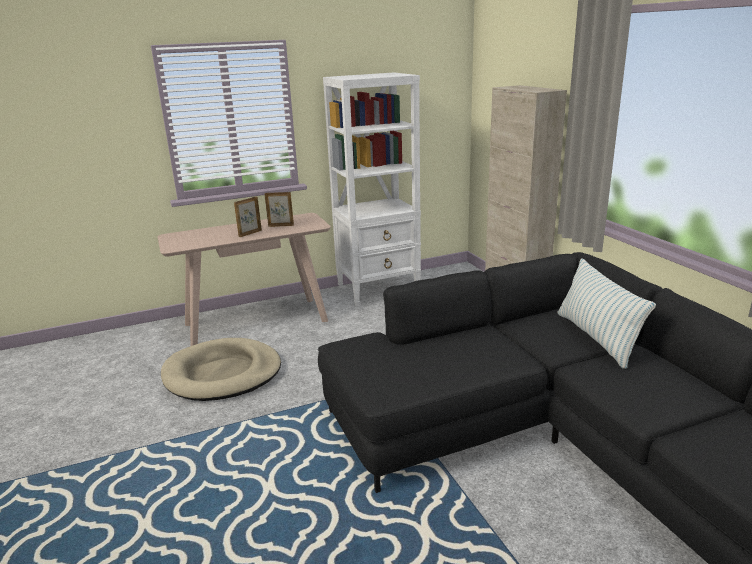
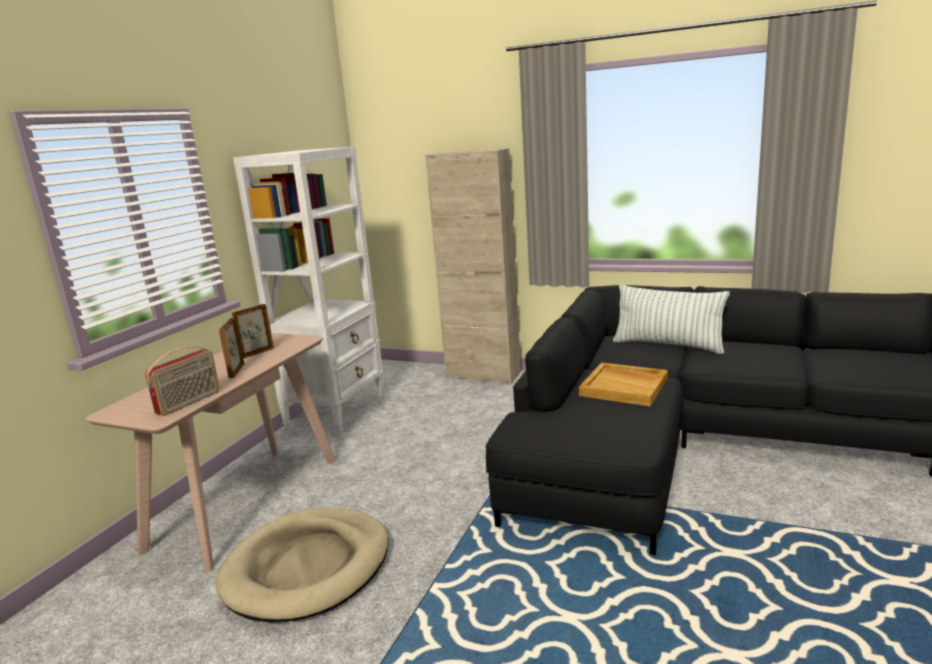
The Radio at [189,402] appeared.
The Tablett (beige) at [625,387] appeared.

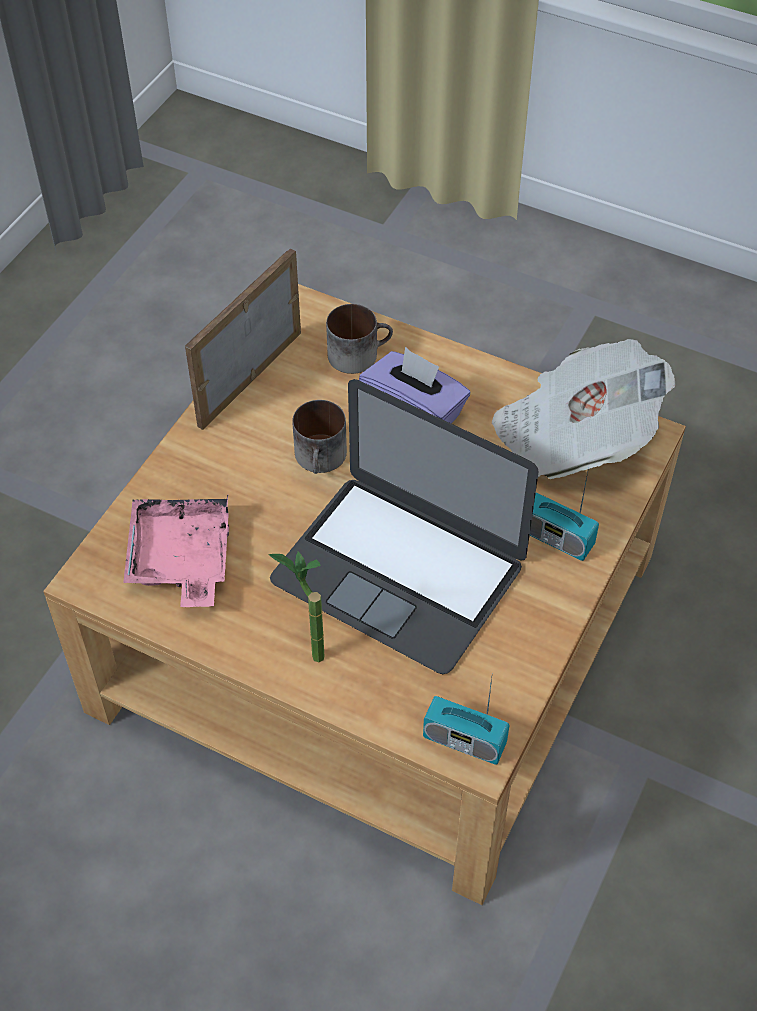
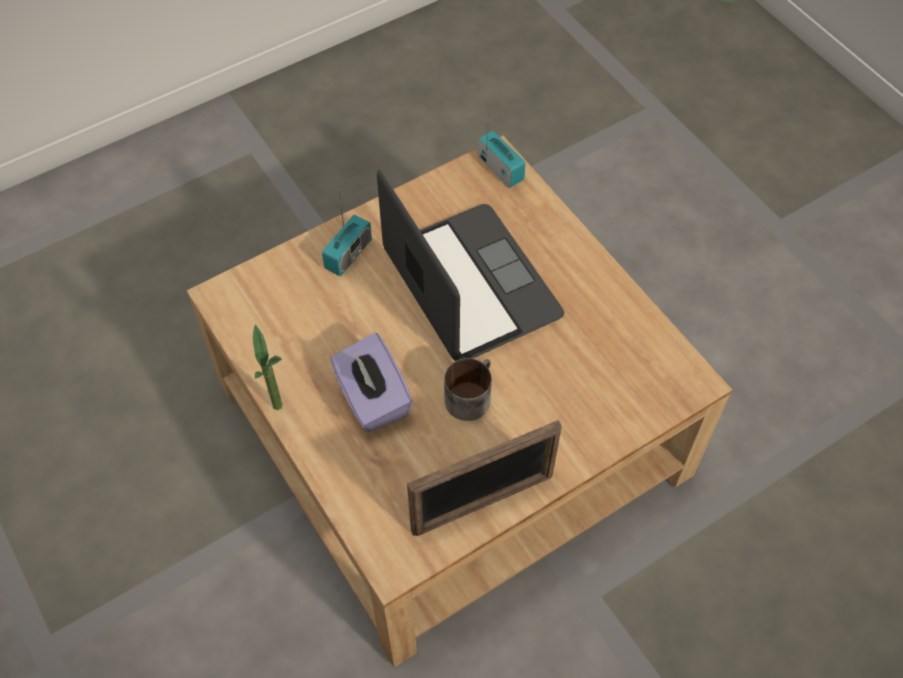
The Tablett (rosa) at [181,560] disappeared.
The Topfpflanze moved from [307,651] to [282,413].
The Henkelbecher at [358,353] disappeared.
The Zeitung at [574,438] disappeared.
The Radio at [556,538] turned 60 degrees clockwise.

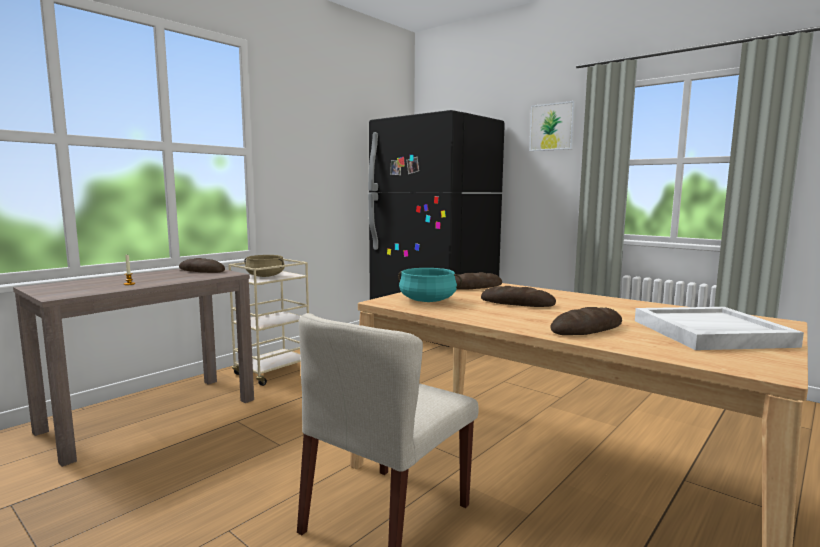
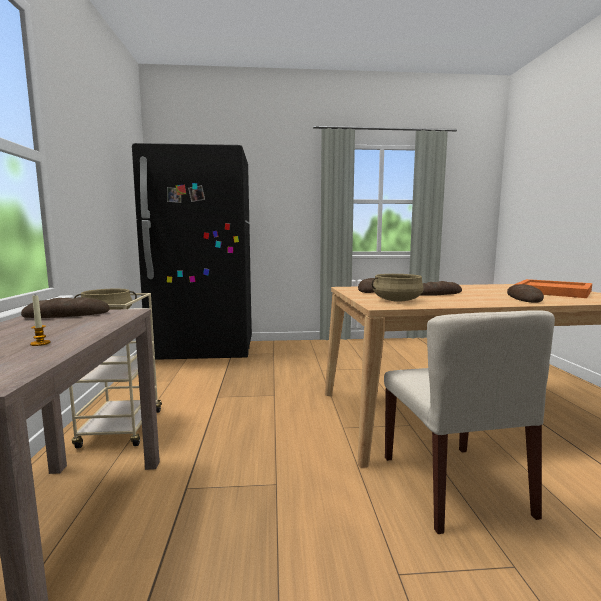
The Kochtopf (türkis) at [428,300] became the Kochtopf (beige) at [397,300].
The Bild at [552,127] disappeared.
The Tablett (weiß) at [710,333] became the Tablett (orange) at [553,292].

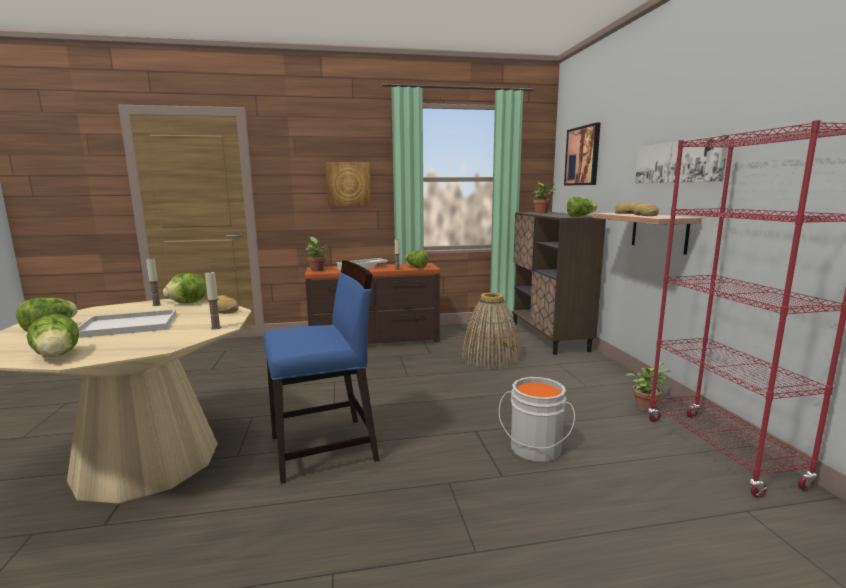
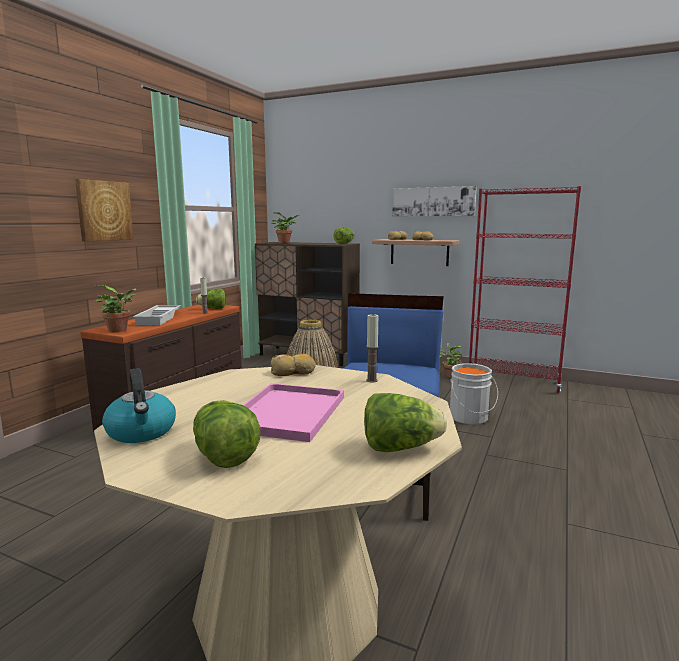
The Tablett (weiß) at [130,325] became the Tablett (rosa) at [287,412].
The Kerze at [156,305] disappeared.
The Salatkopf at [188,303] disappeared.
The Bild at [582,156] disappeared.
The Wasserkessel at [142,432] appeared.

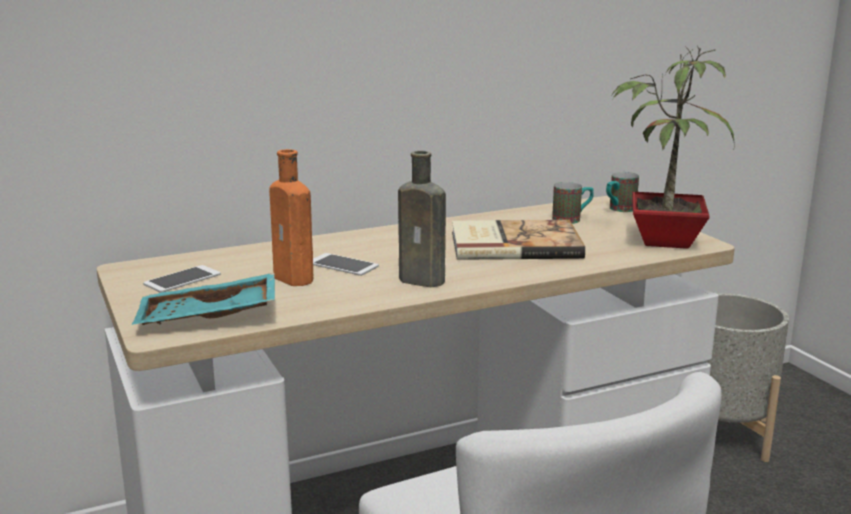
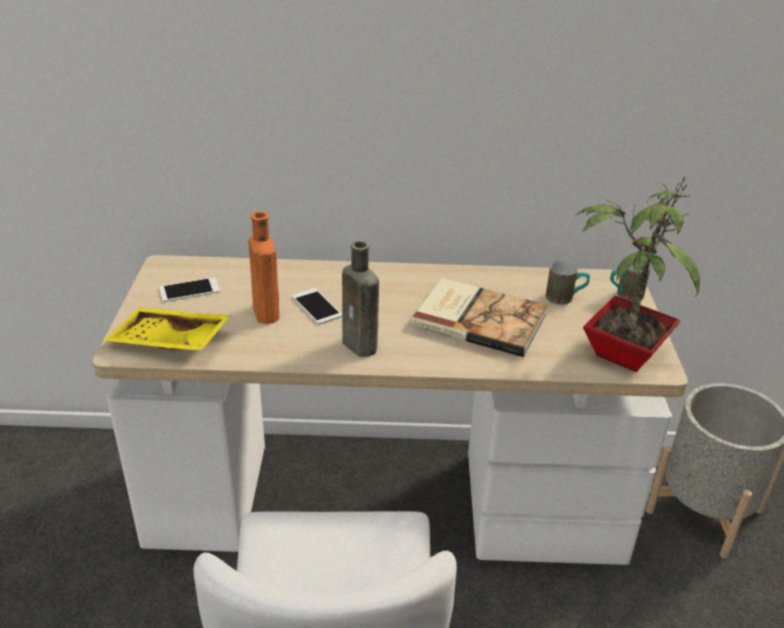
The Tablett (türkis) at [208,318] became the Tablett (gelb) at [169,342].

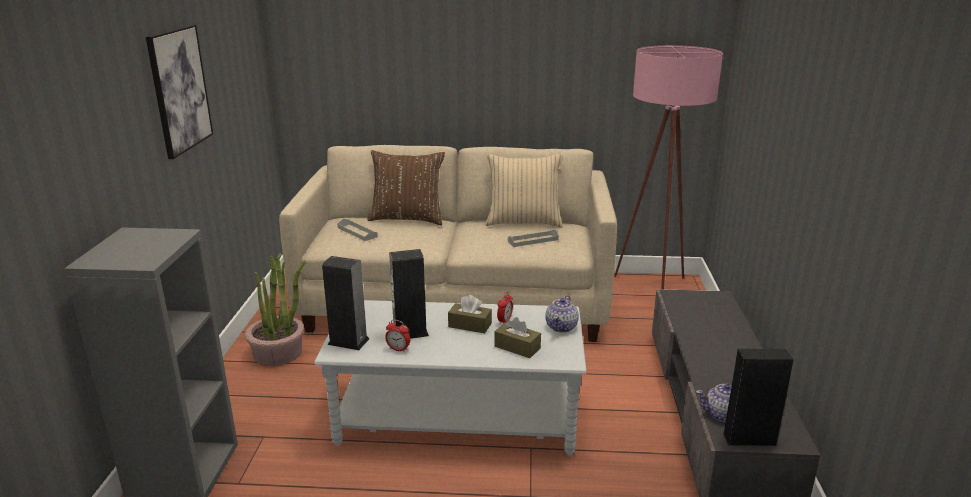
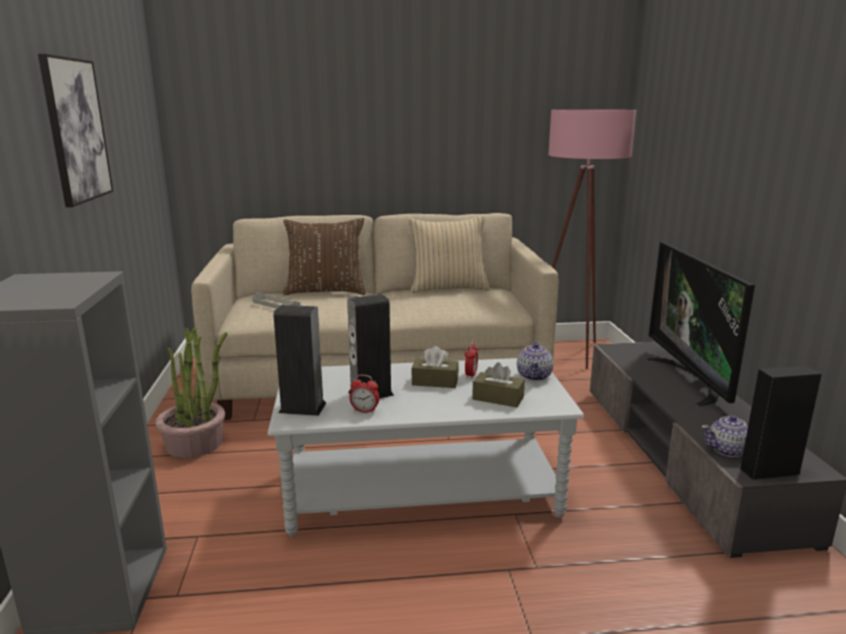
The Tablett (grau) at [533,240] disappeared.
The Fernseher at [691,380] appeared.

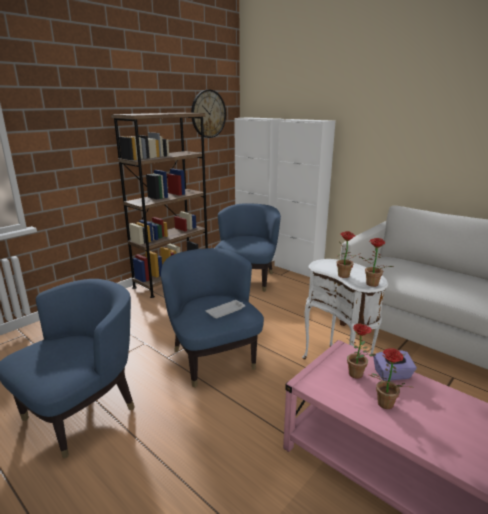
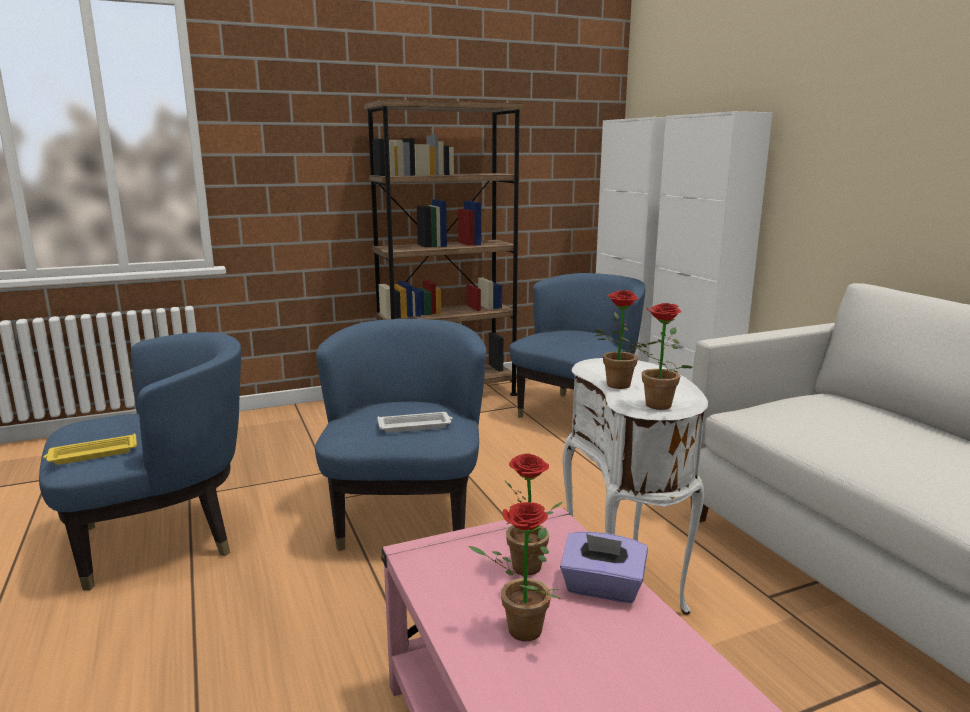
The Wanduhr at [208,114] disappeared.
The Tablett (gelb) at [92,454] appeared.

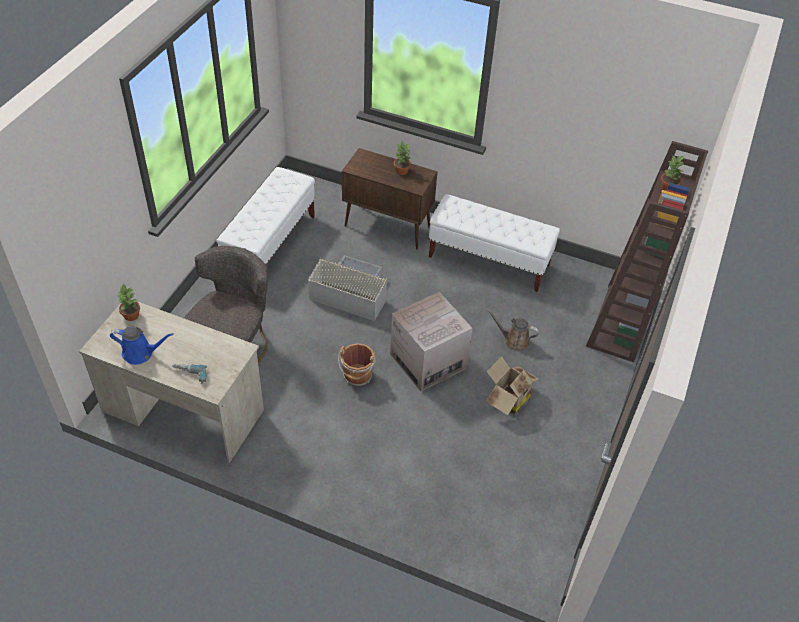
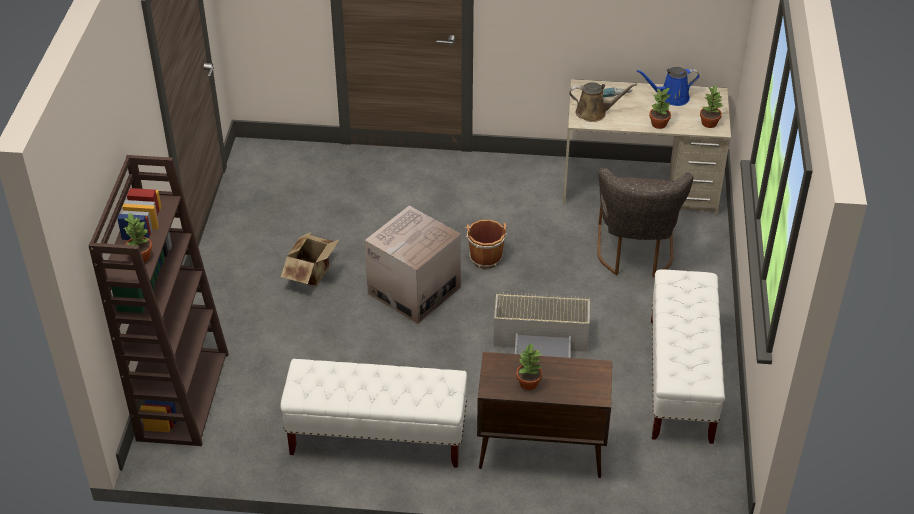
The Gießkanne (braun) moved from [514,340] to [594,113].
The Topfpflanze at [659,124] appeared.

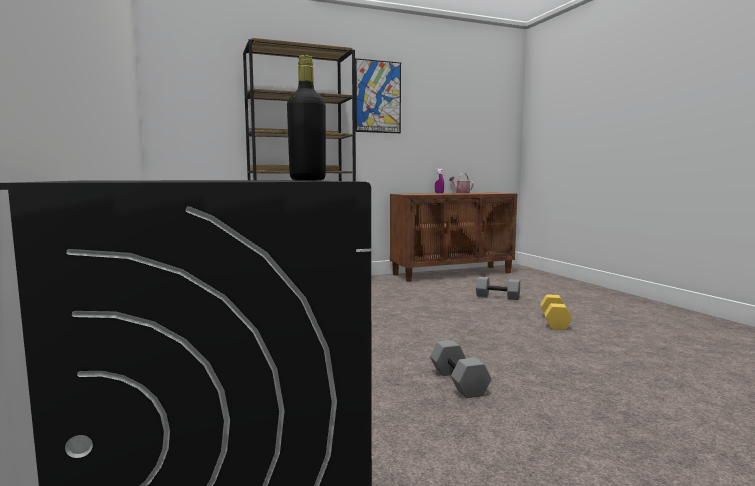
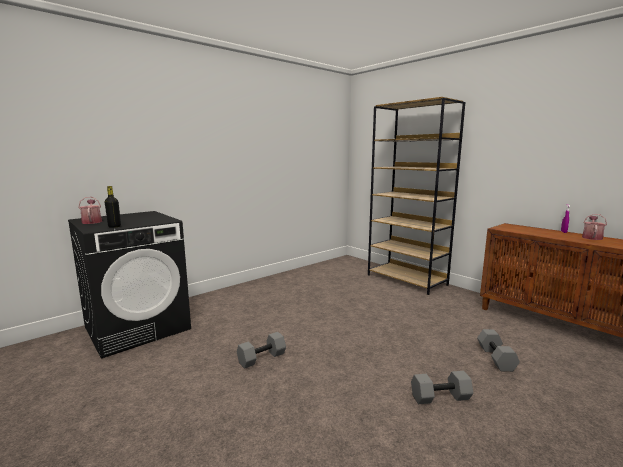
The Bild at [378,97] disappeared.
The Hantel (gelb) at [555,322] became the Hantel (grau) at [440,398].
The Gießkanne at [92,221] appeared.

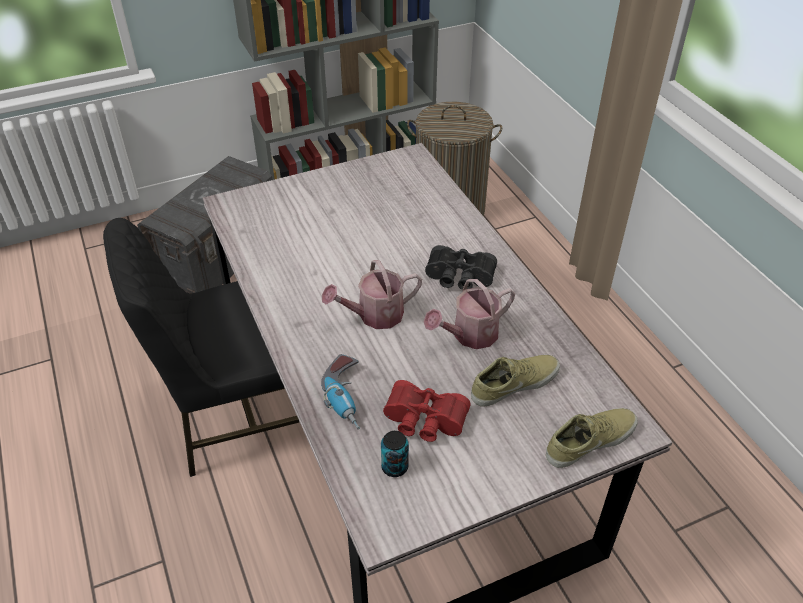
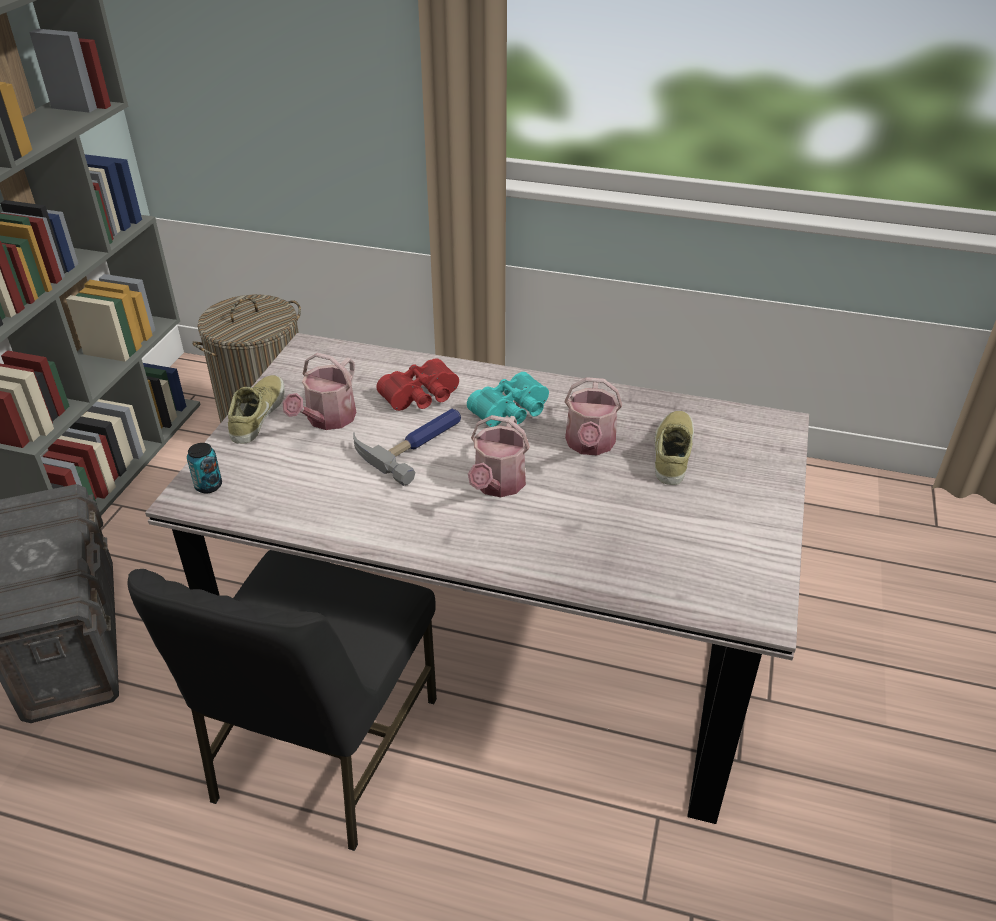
The Bohrmaschine at [348,398] disappeared.
The Dose moved from [394,467] to [208,486].
The Fernglas (rot) moved from [424,421] to [422,397].
The Fernglas (schwarz) at [459,278] became the Fernglas (türkis) at [513,412].
The Schuh (beige) moved from [589,440] to [256,414].
The Gießkanne at [327,420] appeared.
The Hammer at [414,443] appeared.

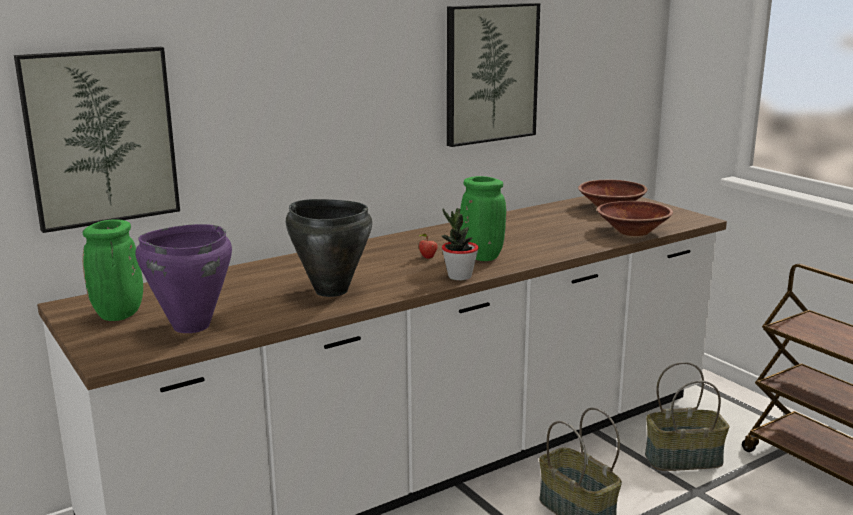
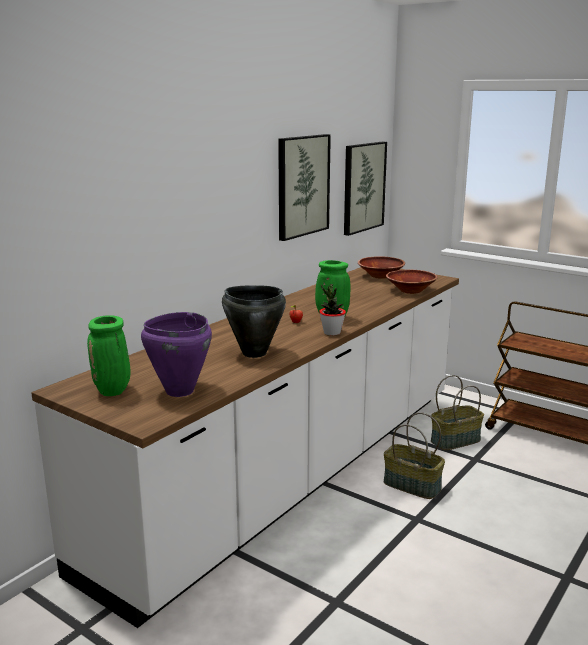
The Bild moved from [101,137] to [363,187].

